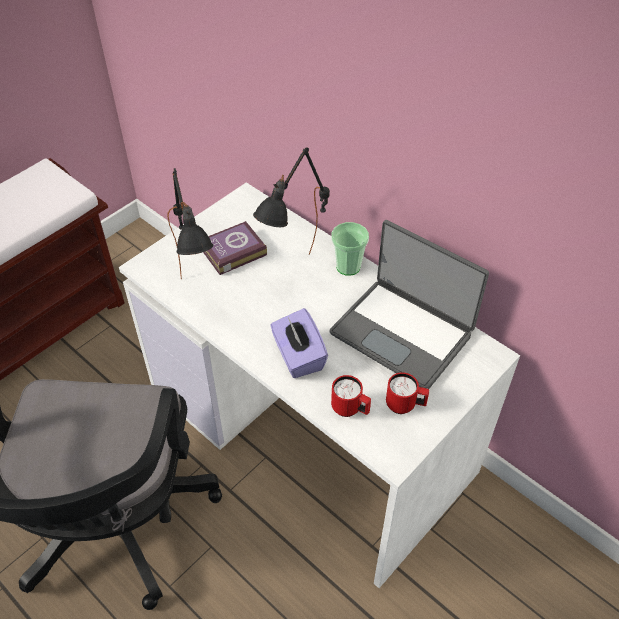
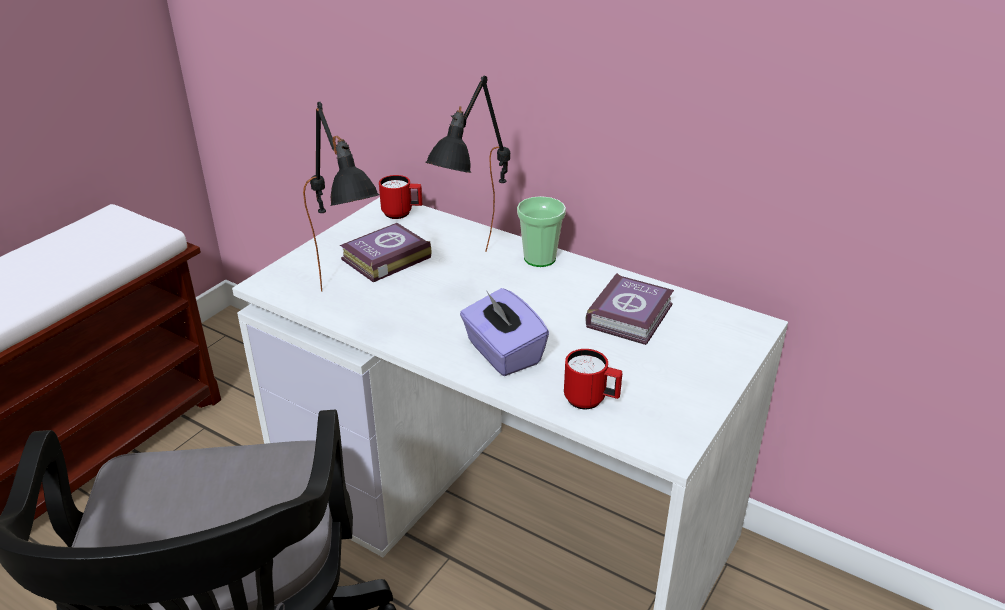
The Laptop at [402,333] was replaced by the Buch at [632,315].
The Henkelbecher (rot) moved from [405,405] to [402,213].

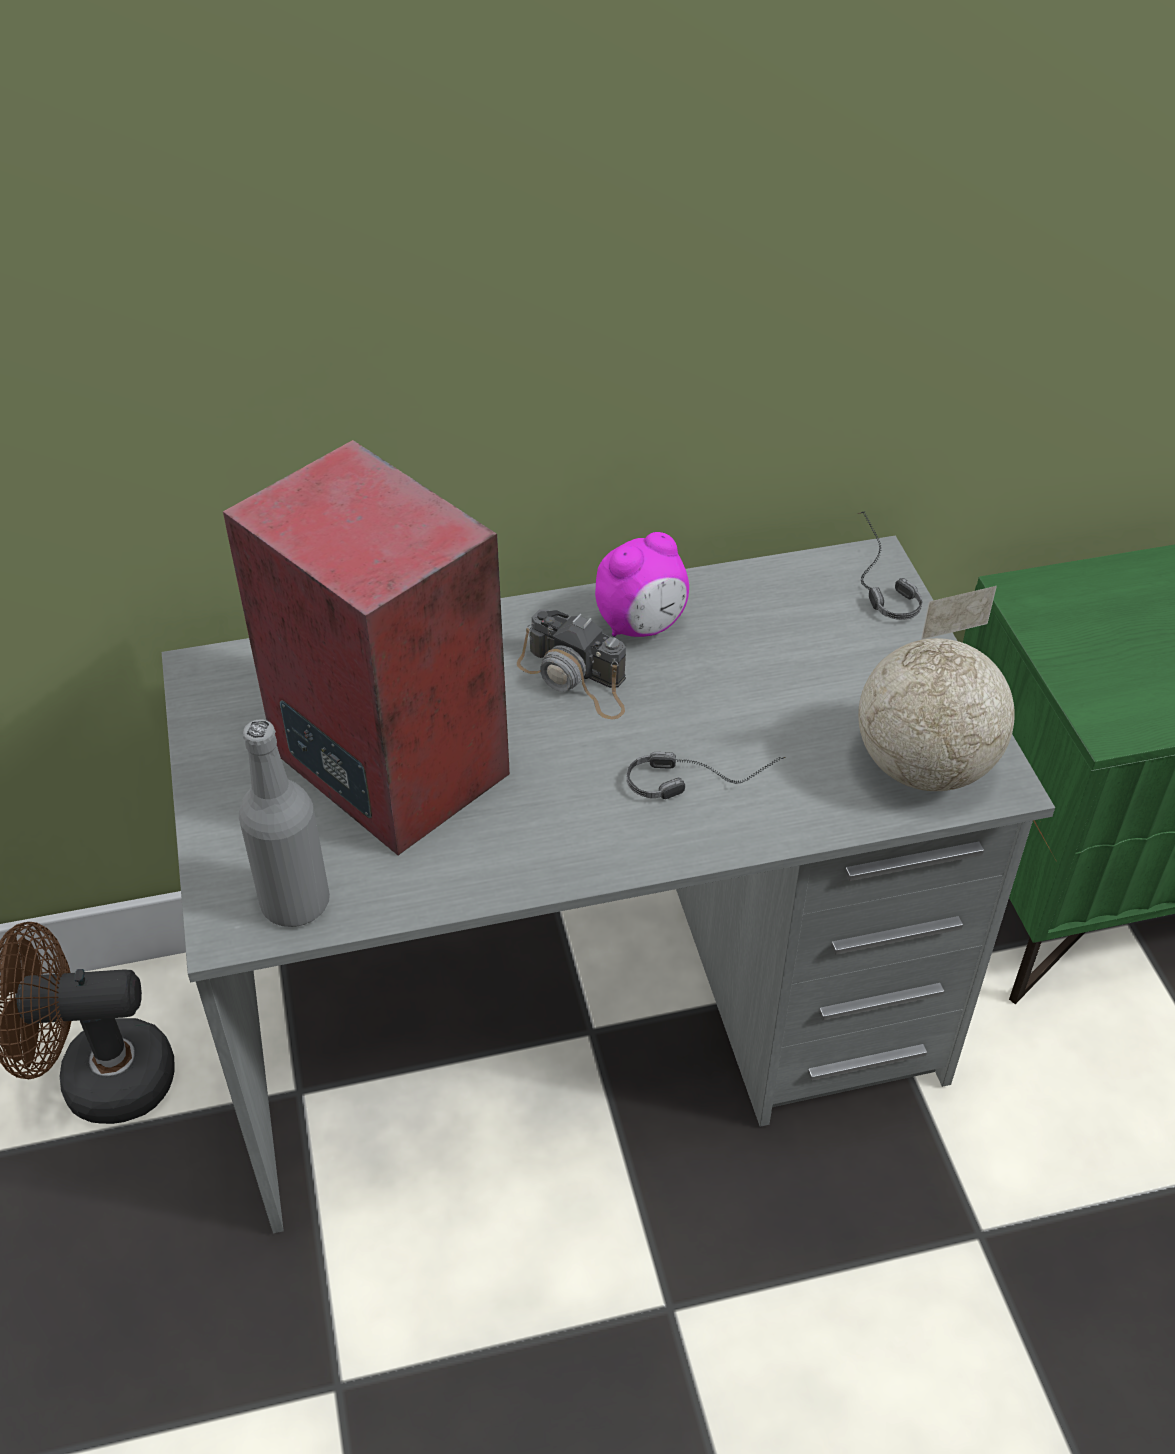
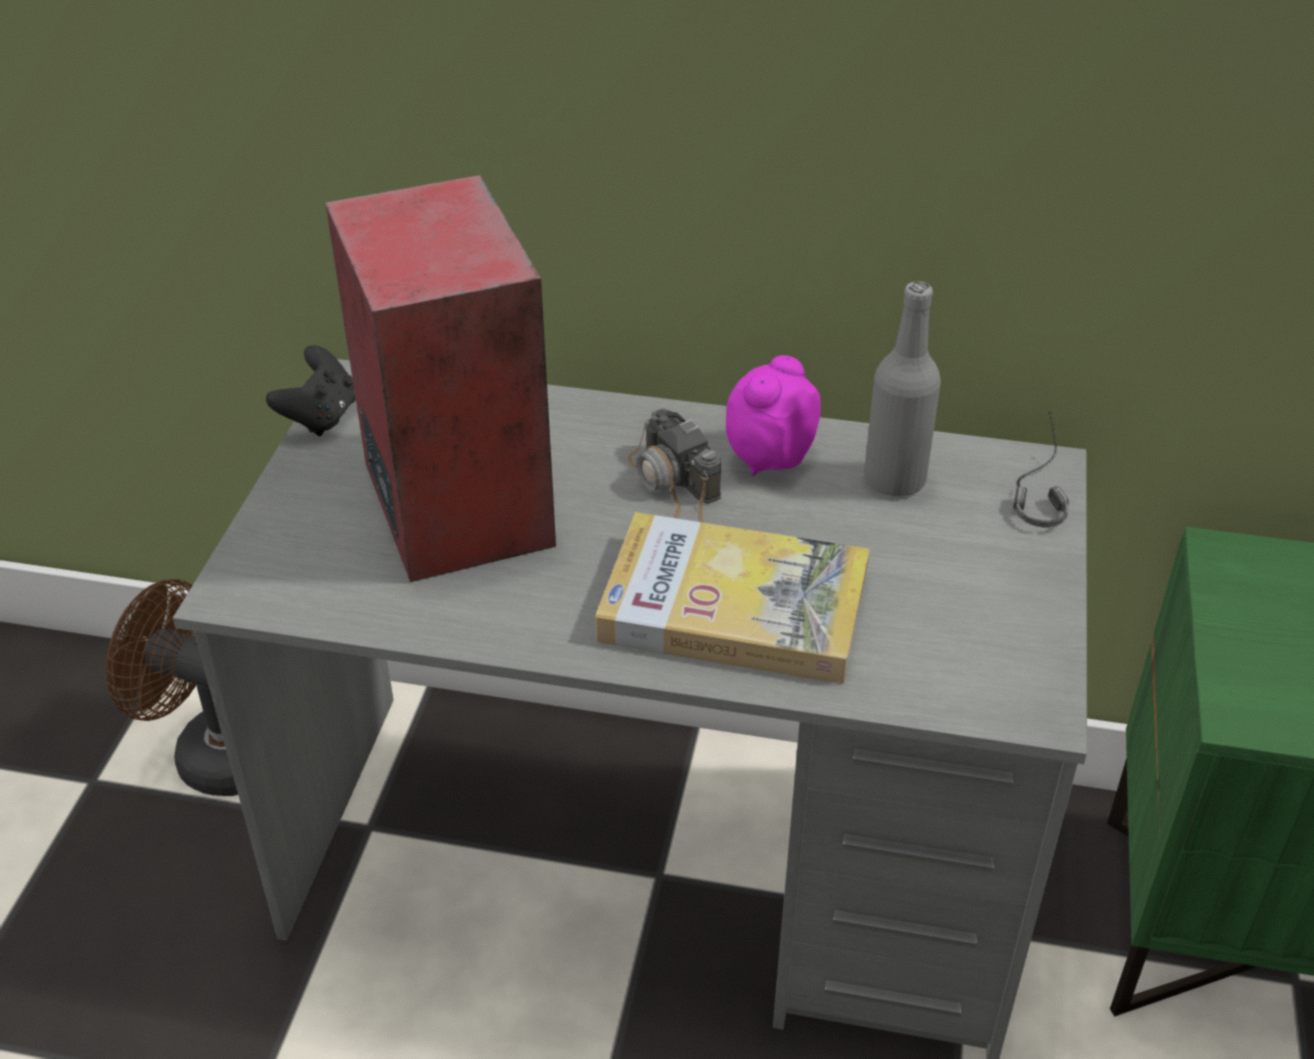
The Flasche (grau) moved from [295,902] to [894,479].
The Wecker at [642,626] turned 135 degrees clockwise.
The Kopfhörer at [702,777] was replaced by the Buch at [734,606].
The Globus at [926,767] disappeared.
The Gamepad (schwarz) at [320,417] appeared.

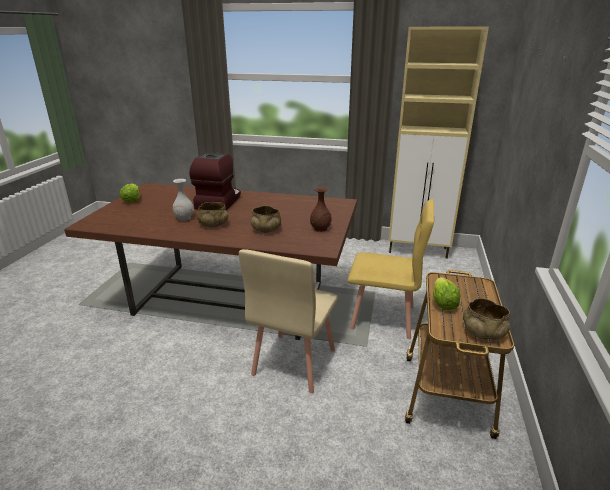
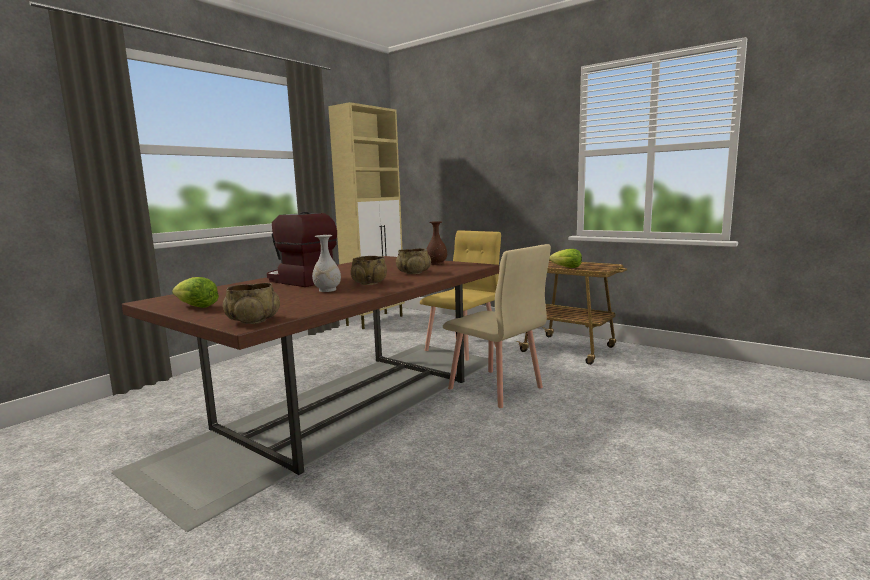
The Schüssel (beige) moved from [483,332] to [253,321].

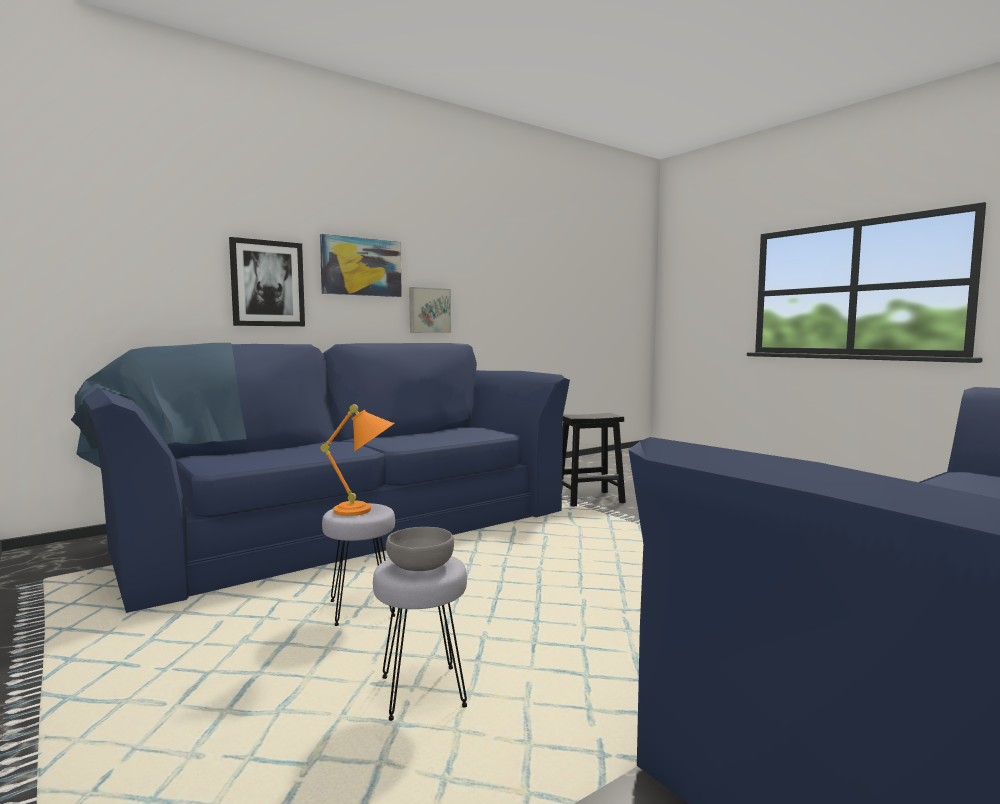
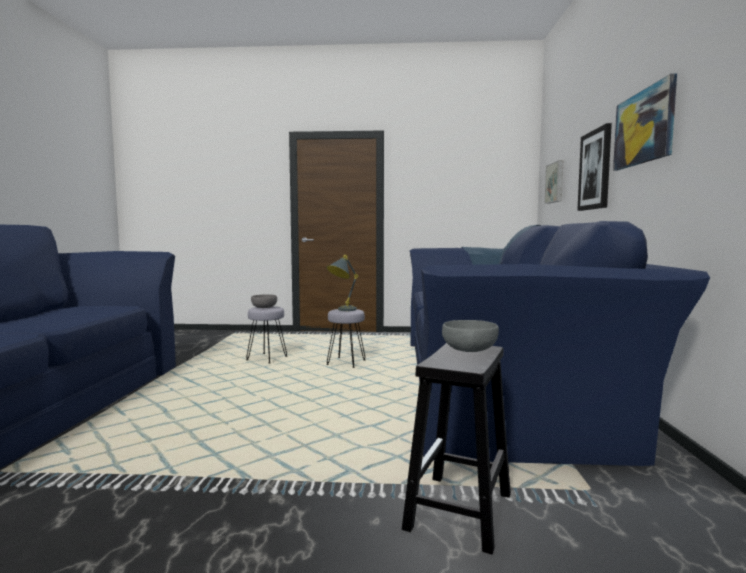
The Tischlampe (orange) at [366,511] became the Tischlampe (grau) at [342,310].
The Bild moved from [429,310] to [556,182].
The Schüssel (grau) at [470,349] appeared.

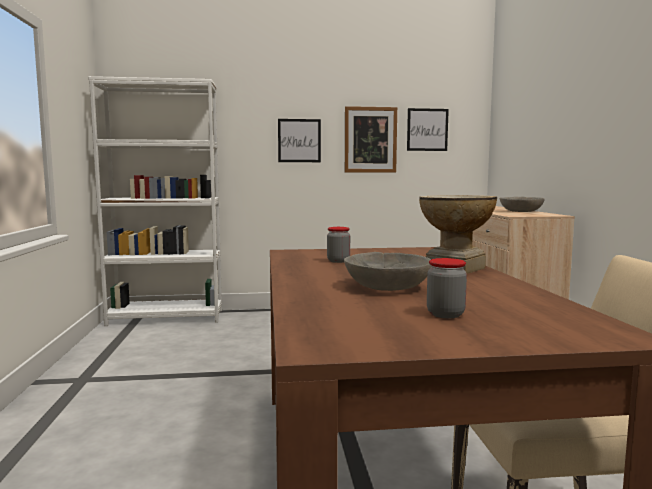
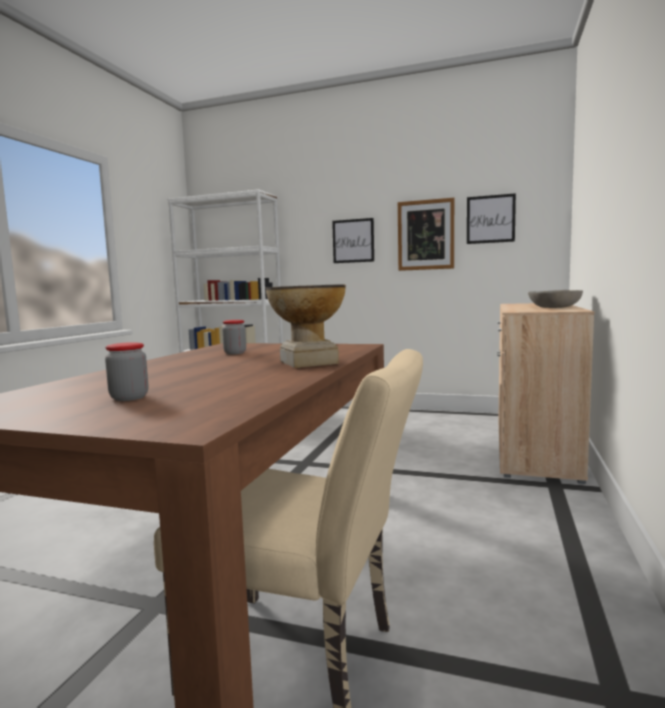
The Schüssel (grau) at [386,287] disappeared.

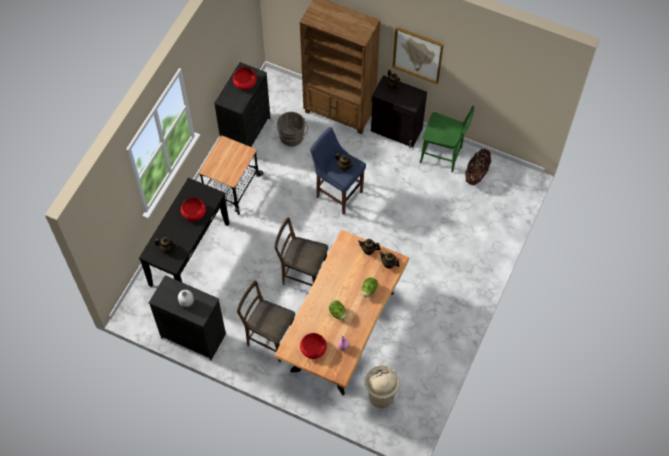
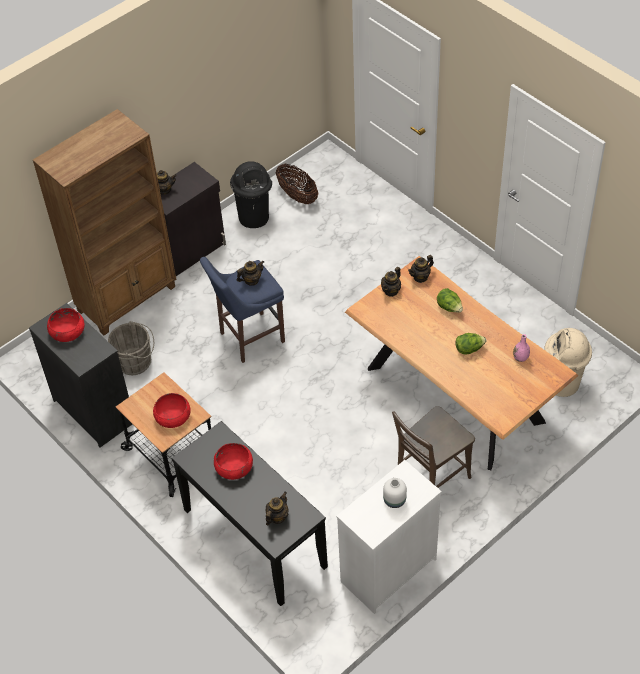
The Kommode (schwarz) at [193,335] became the Kommode (weiß) at [388,570].
The Stuhl (braun) at [302,275] disappeared.
The Schüssel (rot) moved from [313,348] to [173,416].
The Bild at [418,54] disappeared.
The Stuhl (grün) at [443,155] was replaced by the Mülleimer (schwarz) at [254,217].

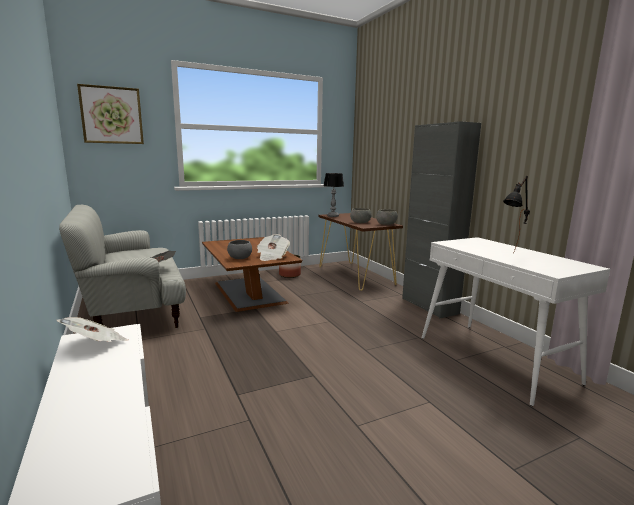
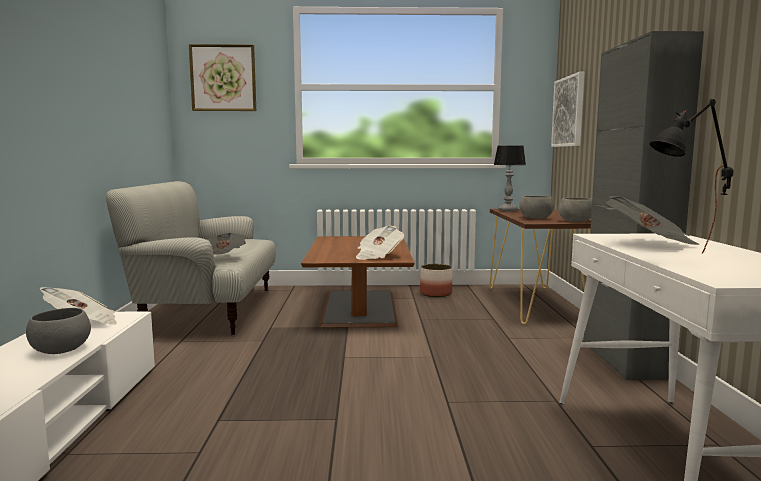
The Schüssel (grau) moved from [240,258] to [61,350].
The Bild at [569,112] appeared.
The Zeitung at [650,244] appeared.

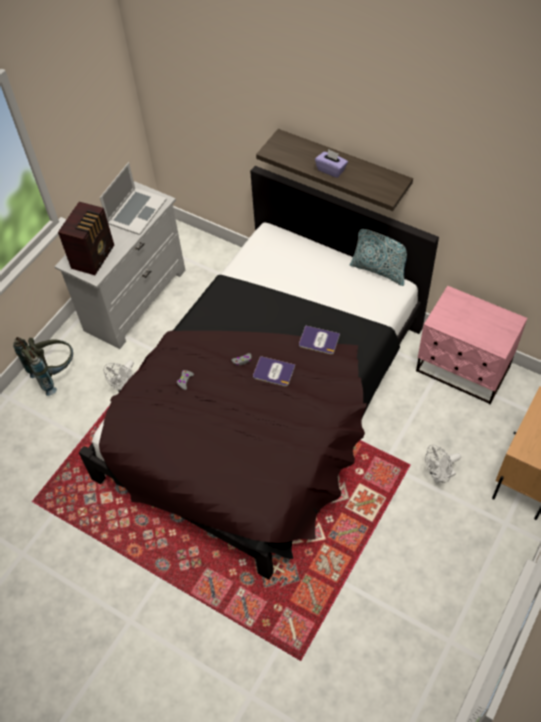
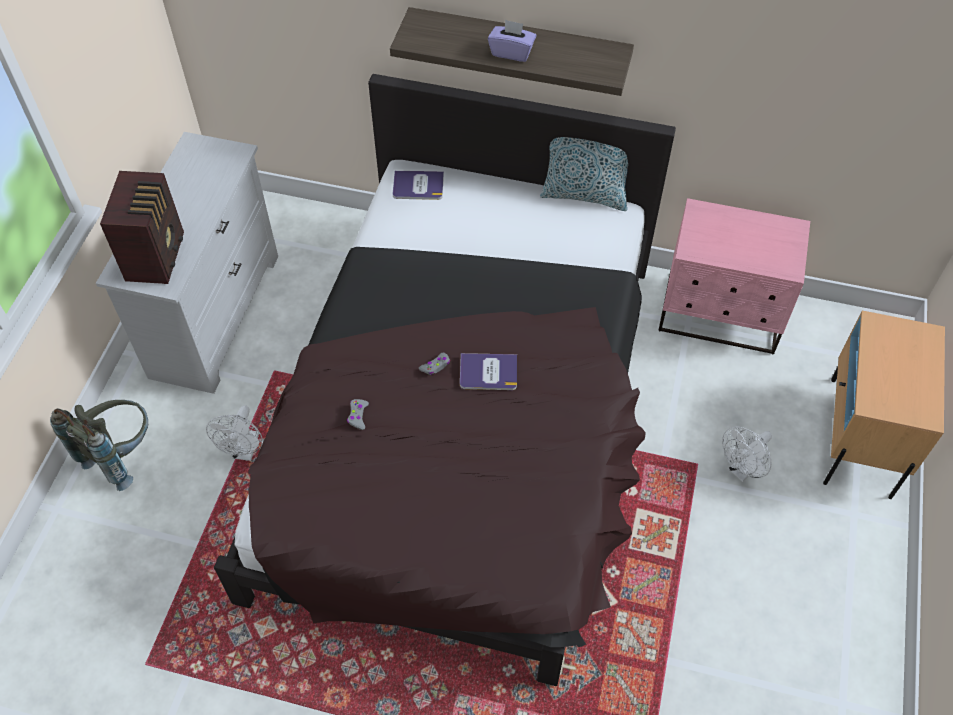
The Laptop at [136,211] disappeared.
The Buch moved from [319,340] to [418,186].

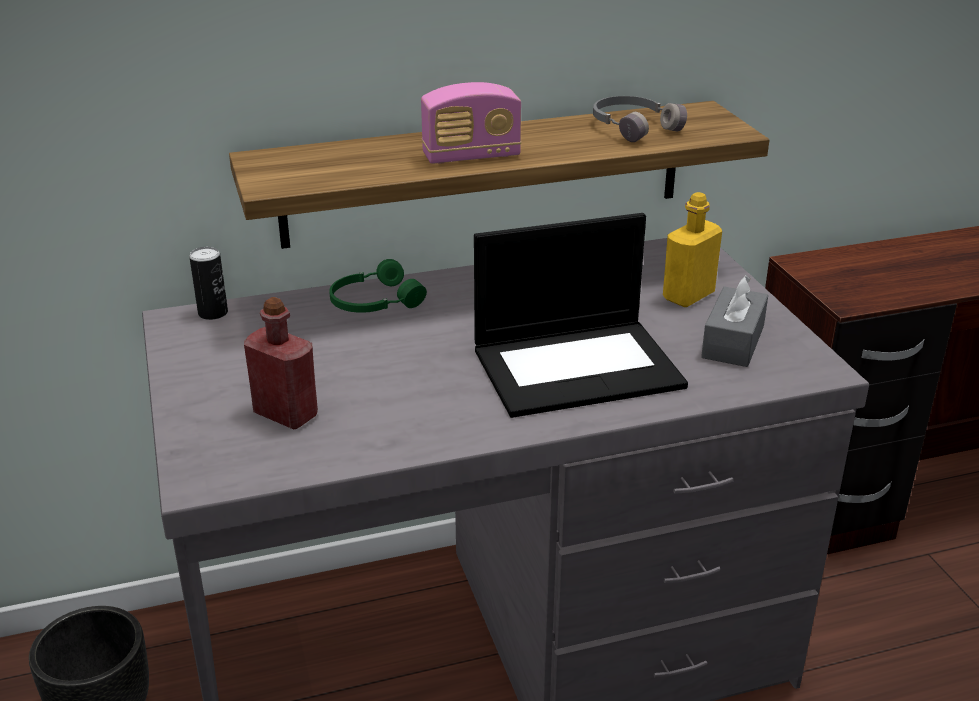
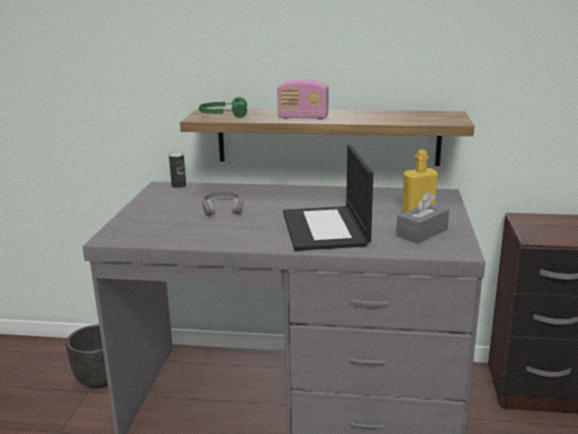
The Flasche (rot) at [286,414] disappeared.
The Kopfhörer (grün) moved from [374,302] to [223,115].
The Laptop at [578,366] turned 75 degrees clockwise.
The Kopfhörer (grau) moved from [633,127] to [223,208].

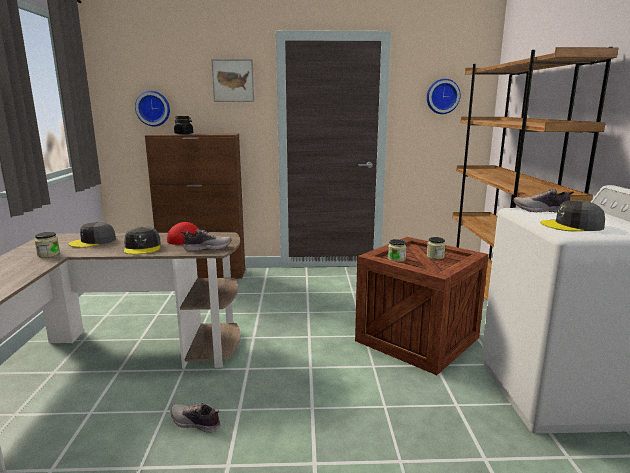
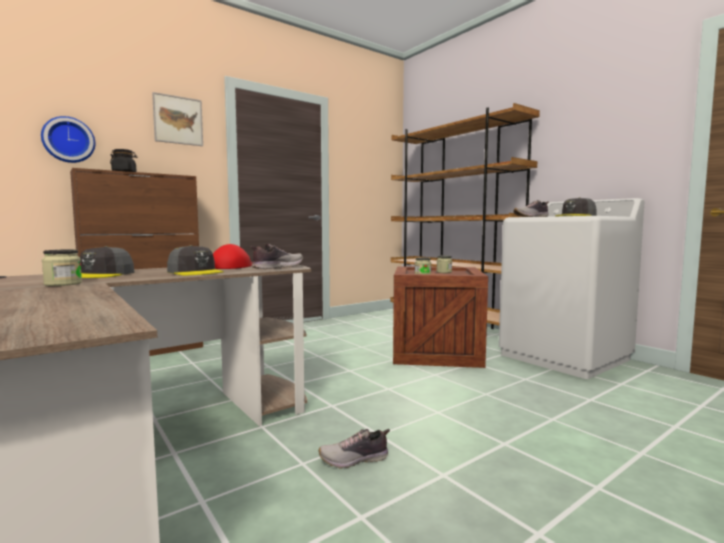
The Wanduhr at [442,96] disappeared.

